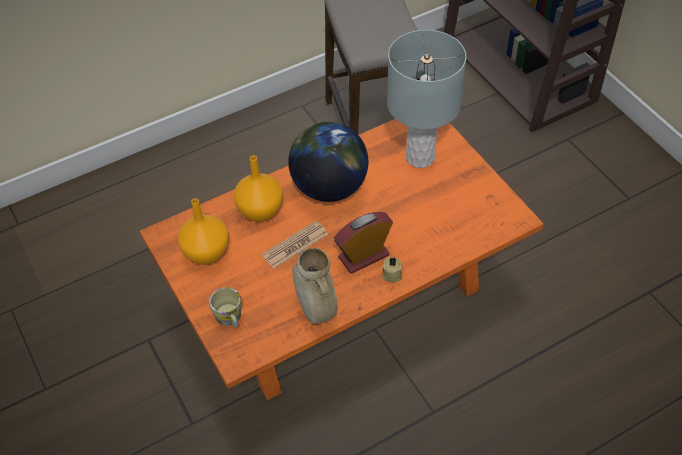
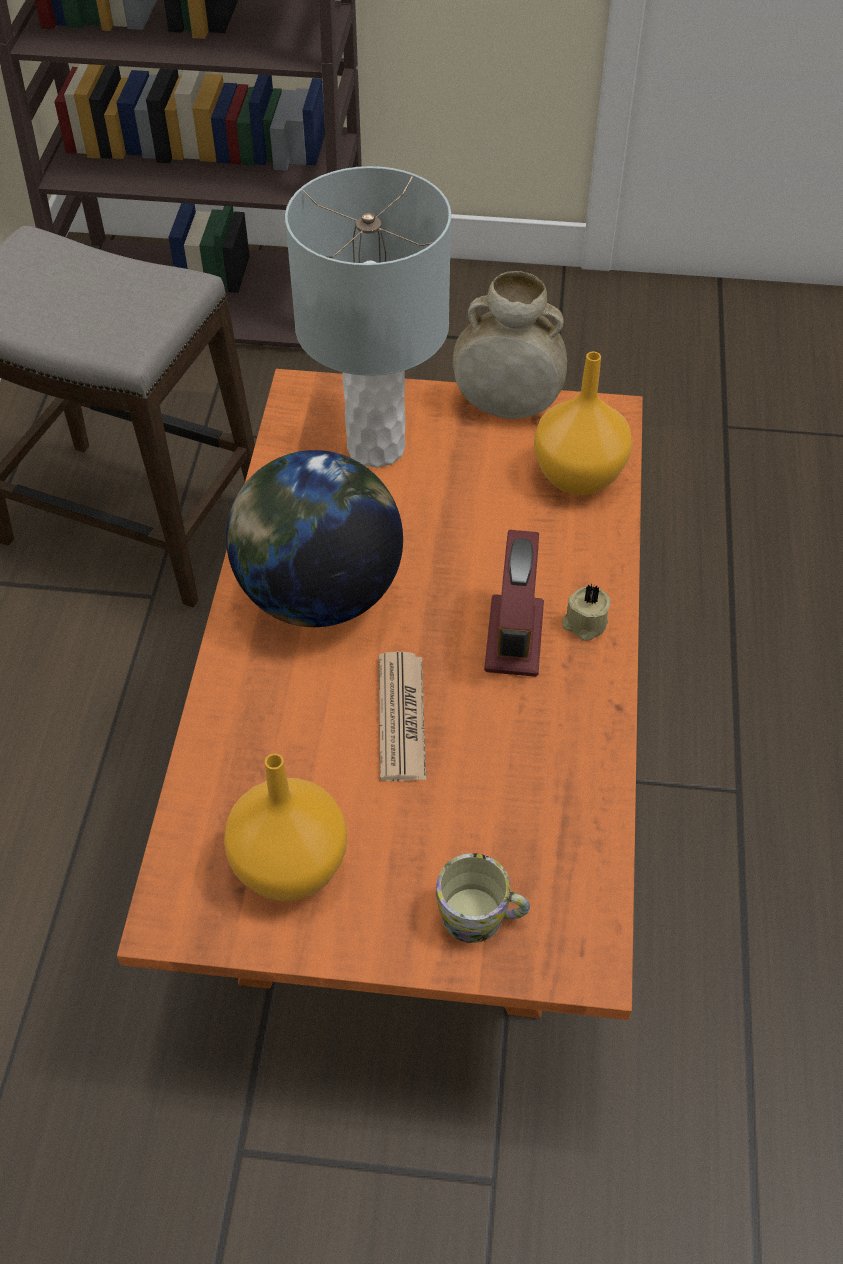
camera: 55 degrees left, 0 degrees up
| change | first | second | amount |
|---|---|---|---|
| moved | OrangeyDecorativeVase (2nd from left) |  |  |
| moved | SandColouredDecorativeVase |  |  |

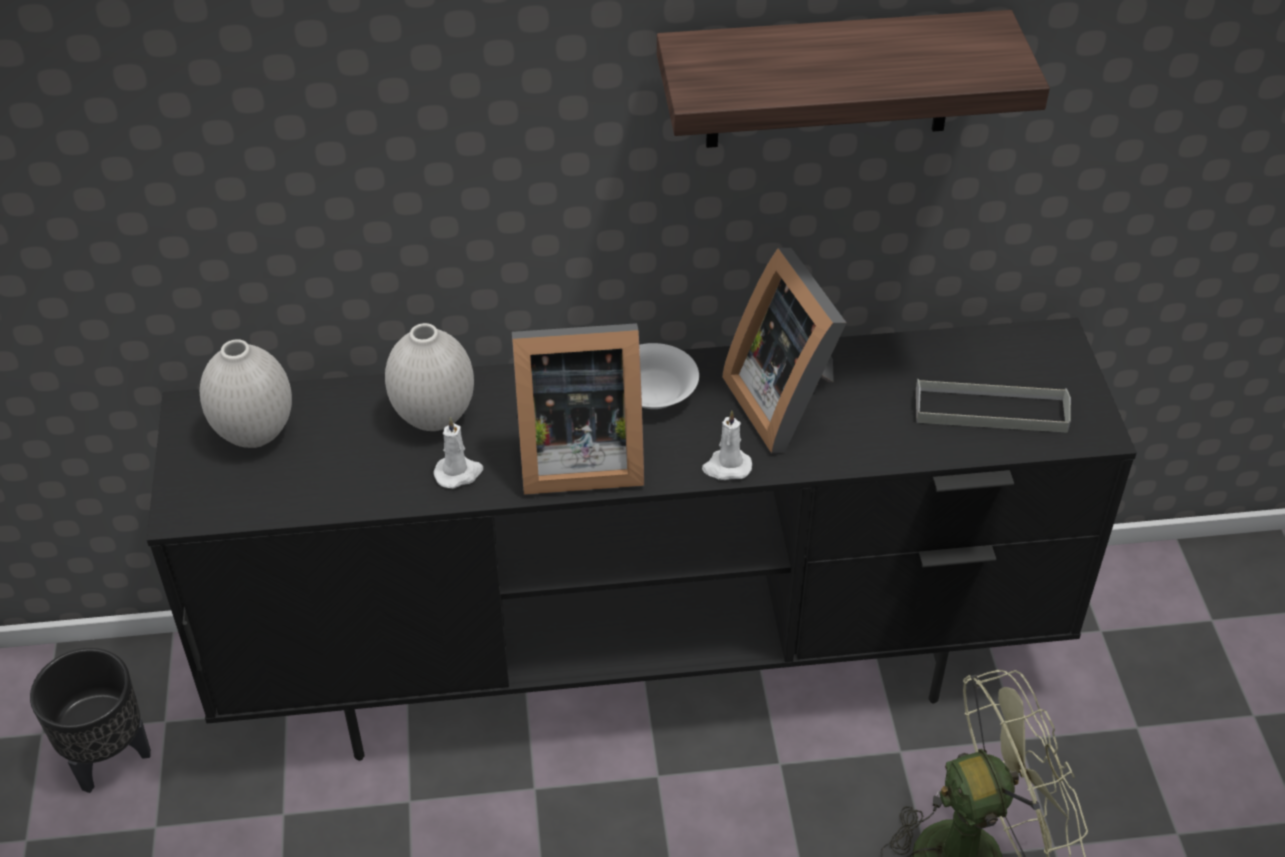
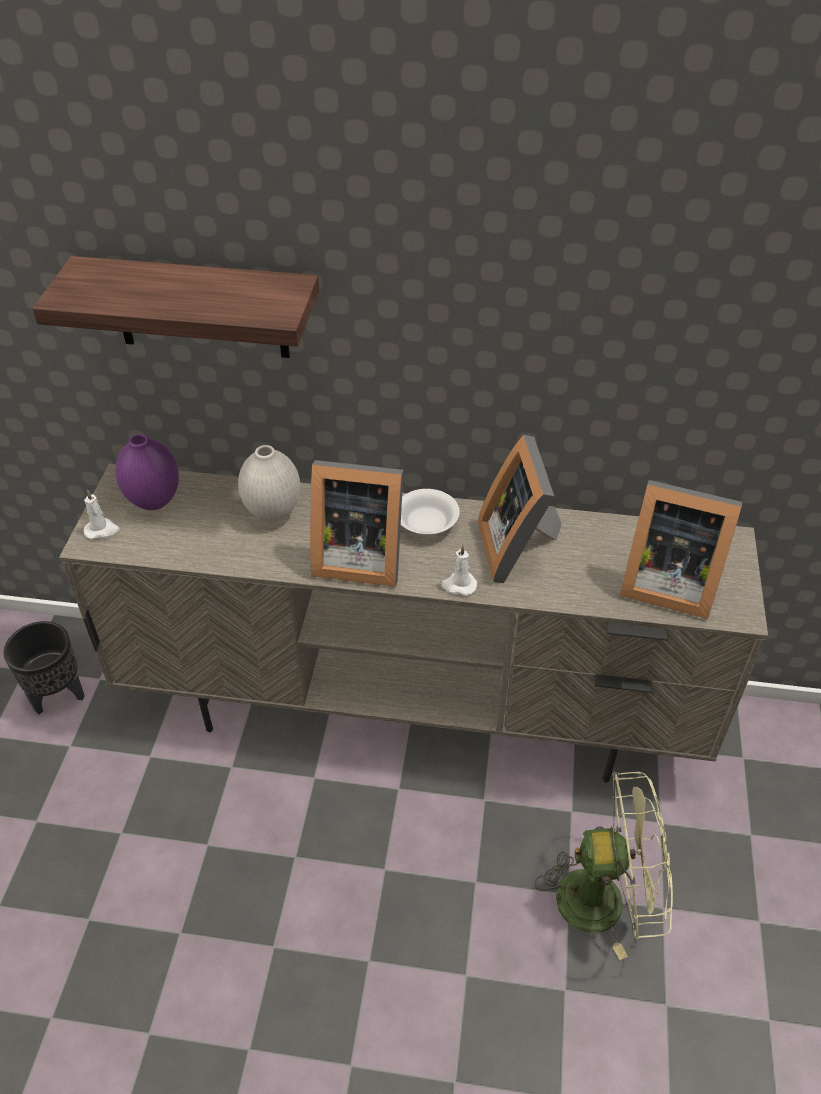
camera: 15 degrees right, 0 degrees up
| change | first | second | amount |
|---|---|---|---|
| moved | WhitishWaxCandle (1st from left) |  |  |
| moved | BracketShelf |  |  |
| replaced | GrayCarryingTray | PictureFrame (3rd from left) |  |
| recoloured | BlackColouredTvStand | SandColouredTvStand |  |
| recoloured | WhitishDecorativeVase (1st from left) | PurpleDecorativeVase |  |

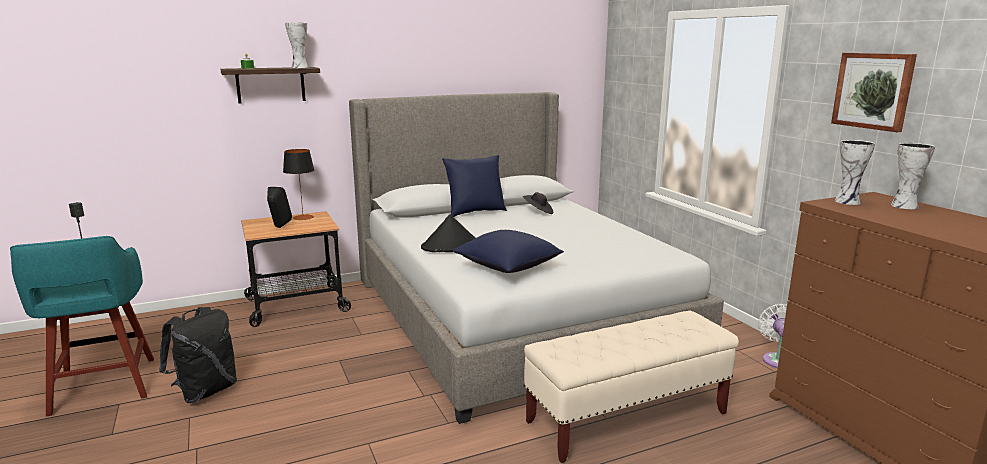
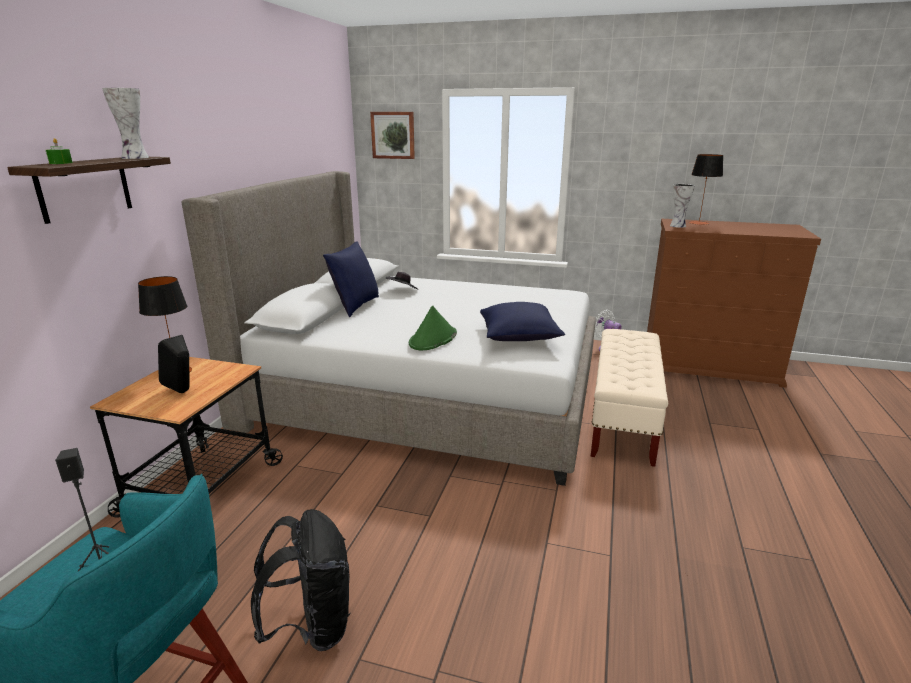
camera: 50 degrees left, 5 degrees up
| change | first | second | amount |
|---|---|---|---|
| moved | WallPicture |  |  |
| replaced | DecorativeVase (3rd from left) | TableLamp (2nd from left) |  |
| recoloured | BlackColouredHat (1st from left) | GreenColouredHat |  |

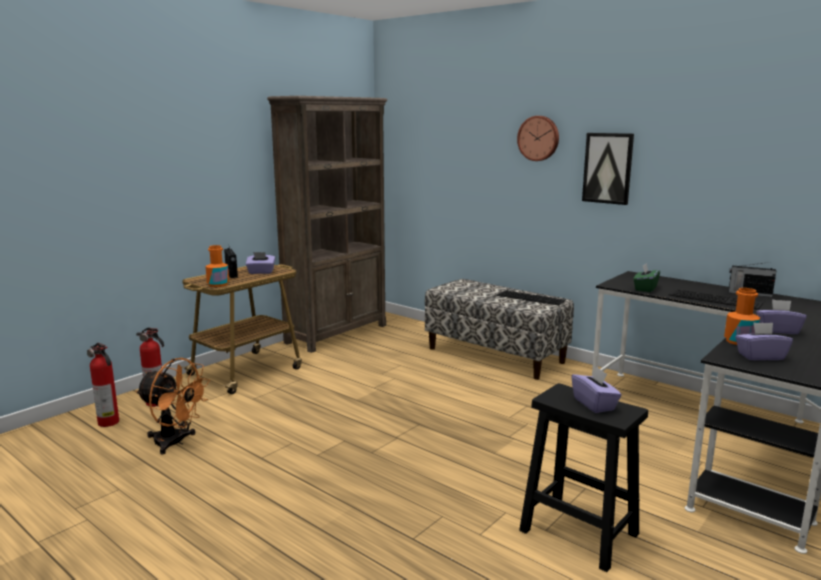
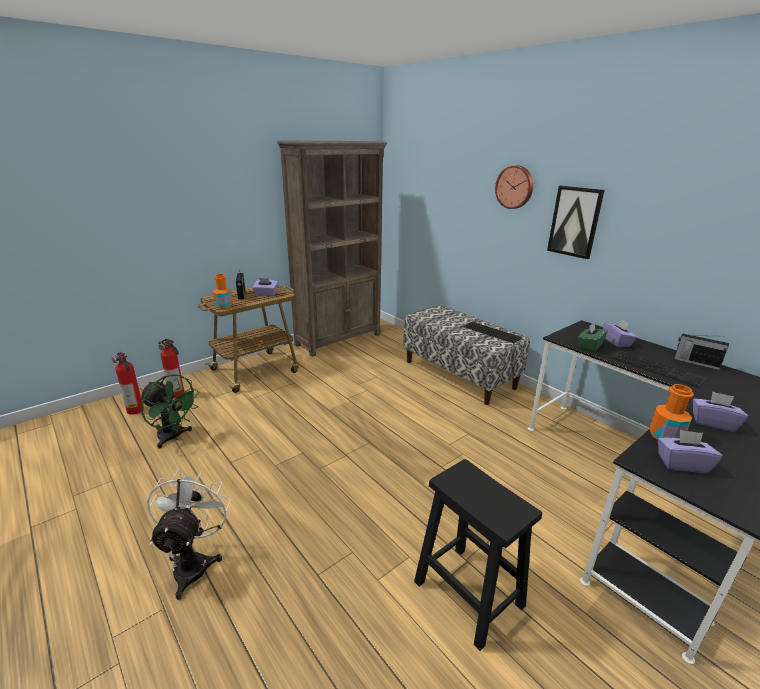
camera: 10 degrees right, 10 degrees up
| change | first | second | amount |
|---|---|---|---|
| added |  | WhitishFan |  |
| moved | PurpleTissueBox (2nd from left) |  |  |
| recoloured | OrangeyFan | GreenColouredFan |  |

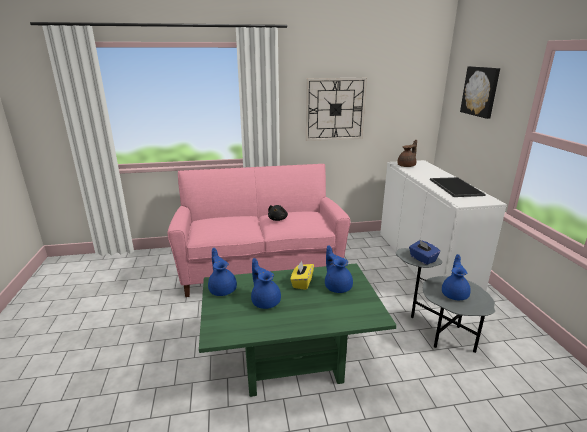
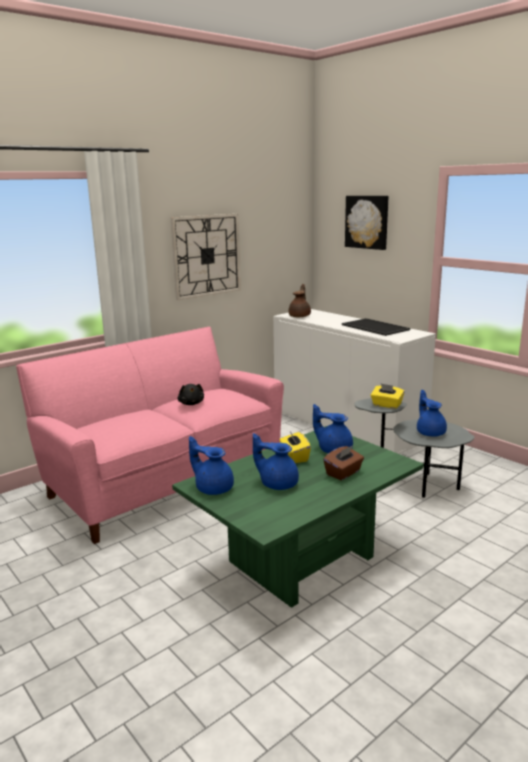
camera: 30 degrees left, 5 degrees down
| change | first | second | amount |
|---|---|---|---|
| added |  | BrownTissueBox |  |
| recoloured | BluishTissueBox | YellowishTissueBox (2nd from left) |  |

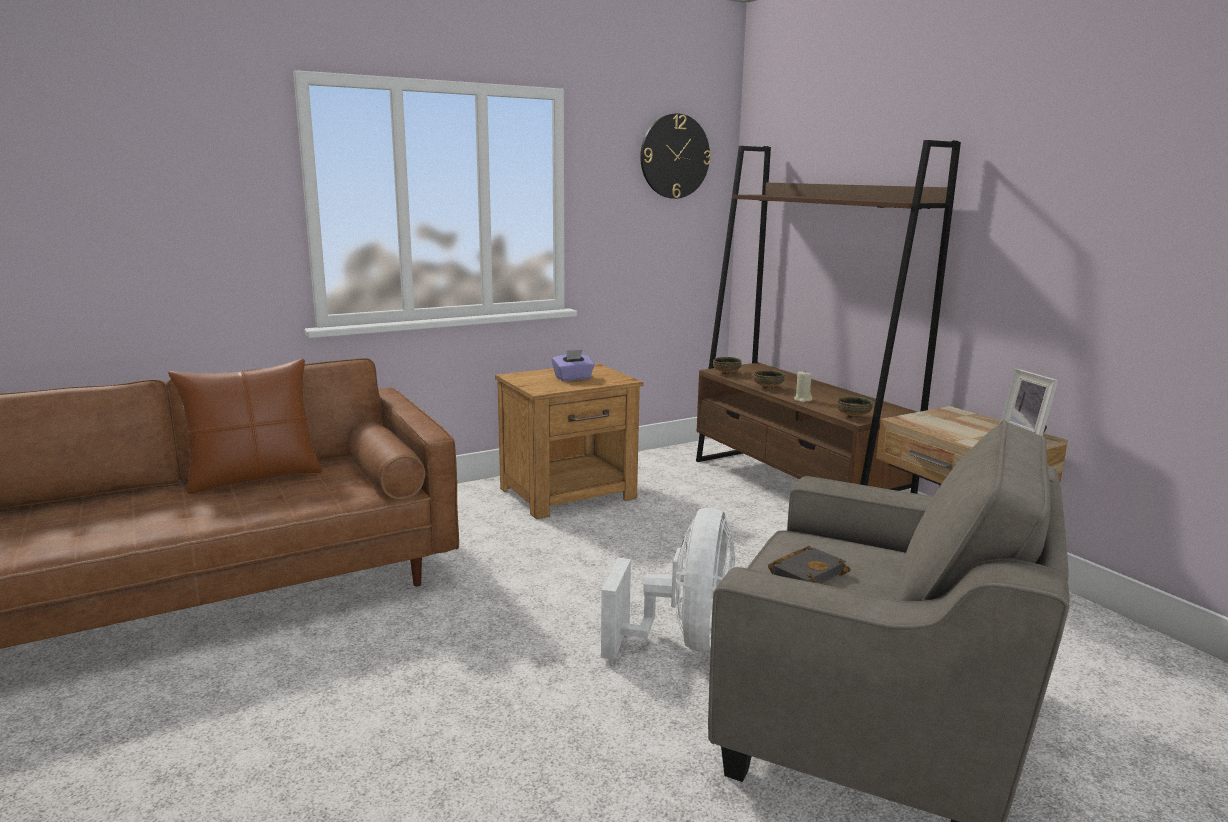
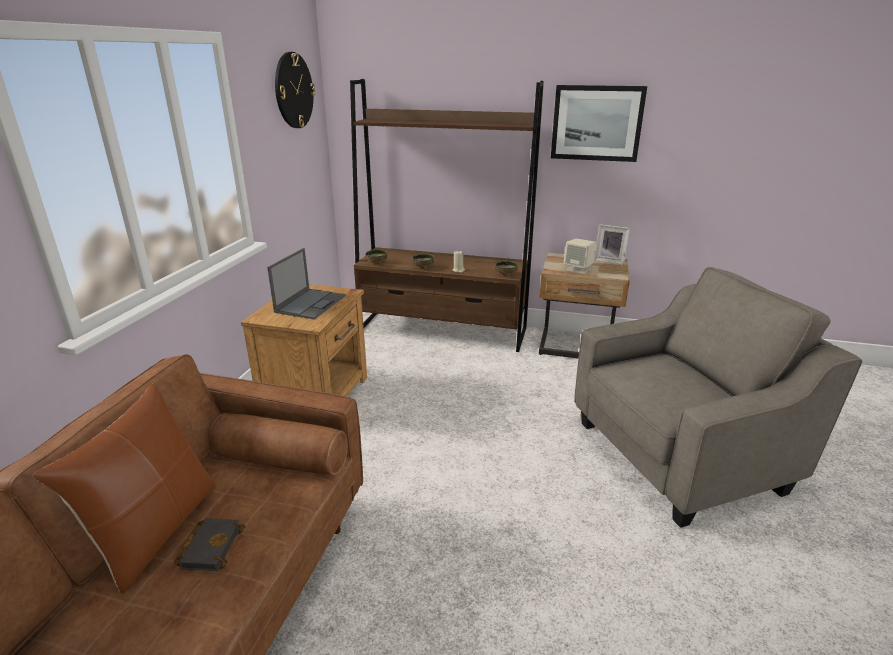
camera: 45 degrees left, 10 degrees up
| change | first | second | amount |
|---|---|---|---|
| removed | WhitishFan |  |  |
| added |  | WallPicture |  |
| added |  | SandColouredAudioSpeaker |  |
| moved | BlackColouredVolume |  |  |
| replaced | PurpleTissueBox | NotebookComputer |  |

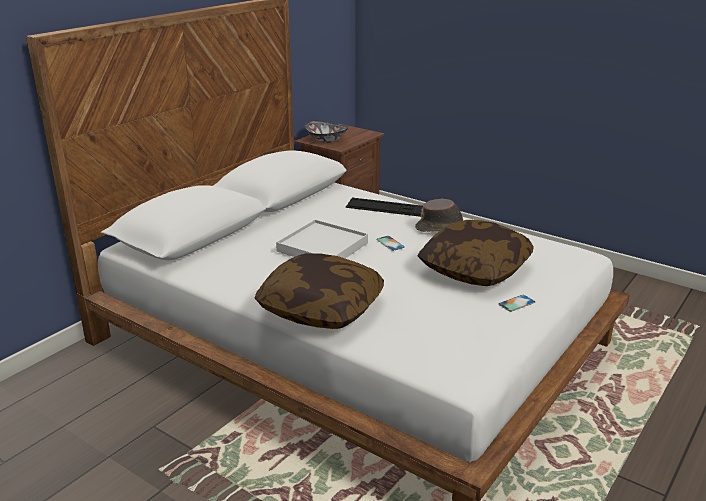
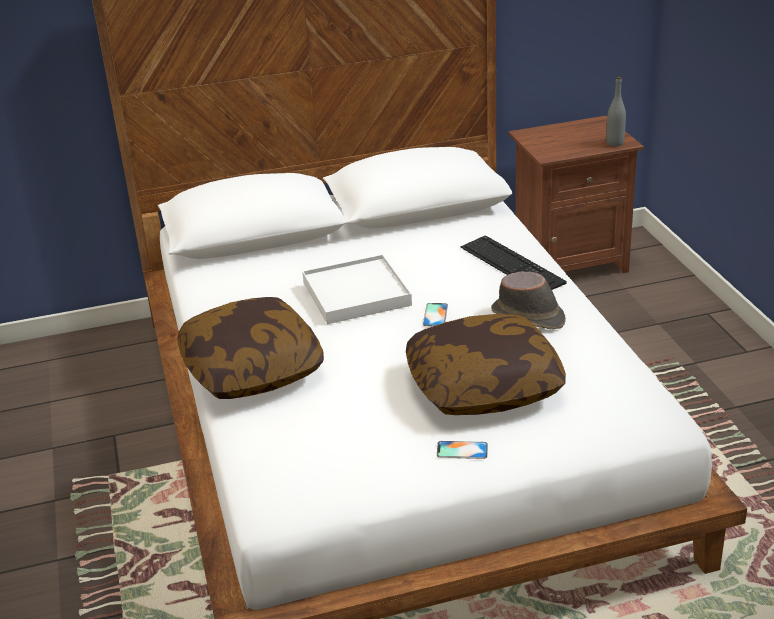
camera: 40 degrees right, 5 degrees up
| change | first | second | amount |
|---|---|---|---|
| removed | DeepDish |  |  |
| added |  | GrayBeverageBottle |  |

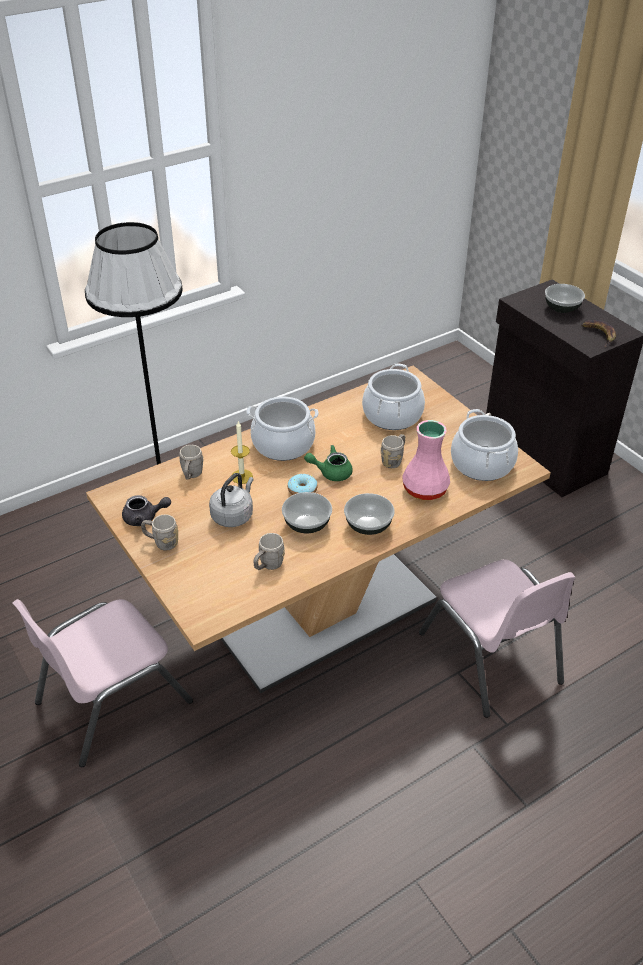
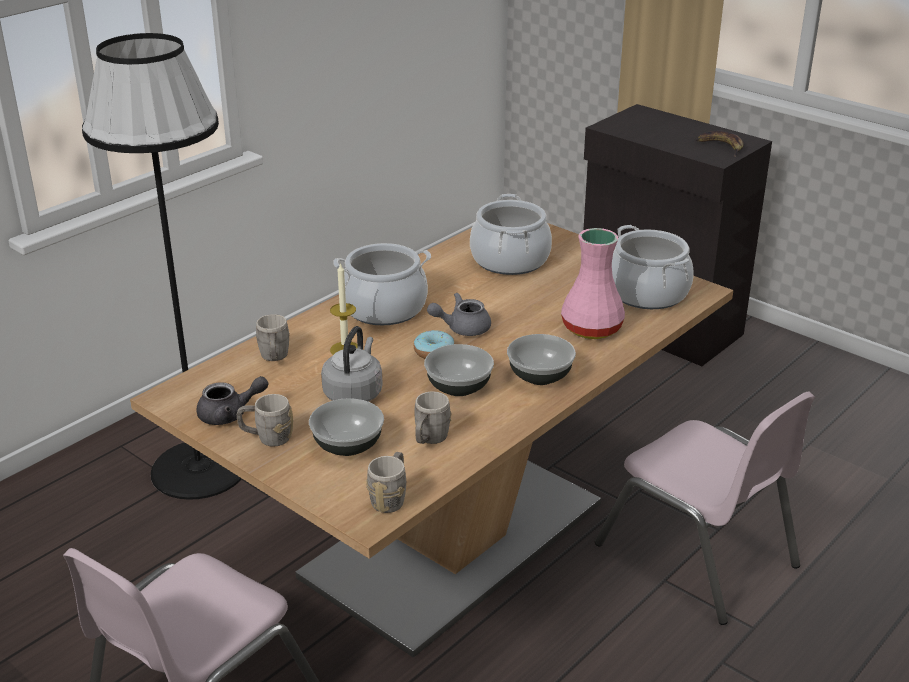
camera: 15 degrees left, 10 degrees down
| change | first | second | amount |
|---|---|---|---|
| moved | GrayMug (4th from left in the first image) | GrayMug (3rd from left) |  |
| moved | DeepDish (3rd from left in the first image) | DeepDish (1st from left) |  |
| recoloured | GreenColouredPotForTea | GrayPotForTea (2nd from left) |  |

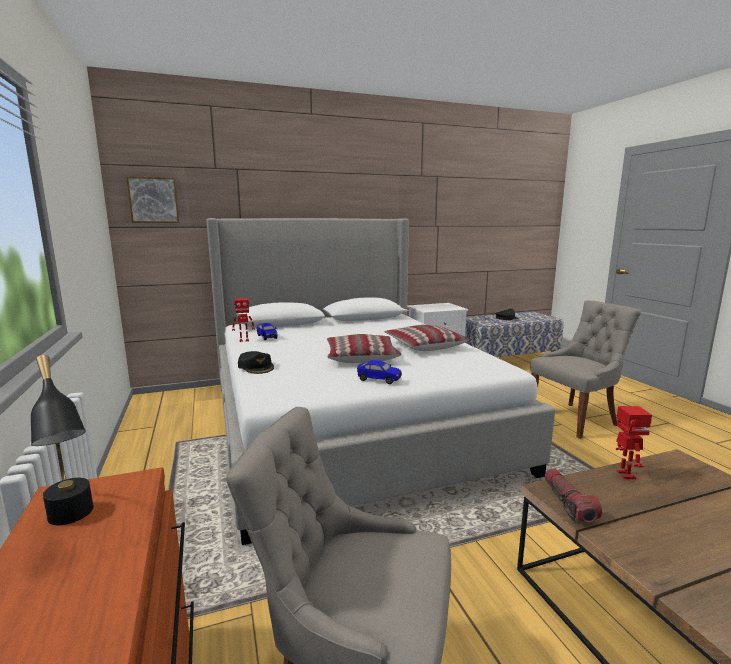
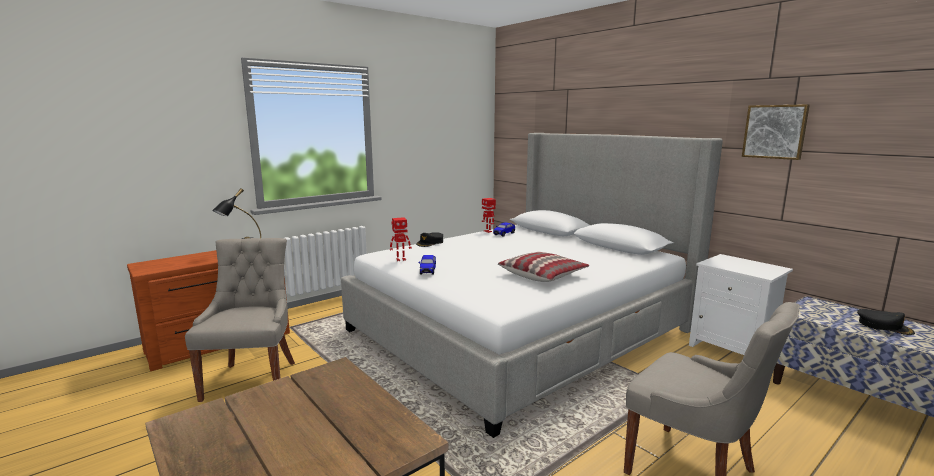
camera: 70 degrees right, 0 degrees up
| change | first | second | amount |
|---|---|---|---|
| removed | ThrowPillow (1st from left) |  |  |
| removed | Torch |  |  |
| moved | WallPicture |  |  |
| moved | ToyRobot (2nd from left in the first image) | ToyRobot (1st from left) |  |

